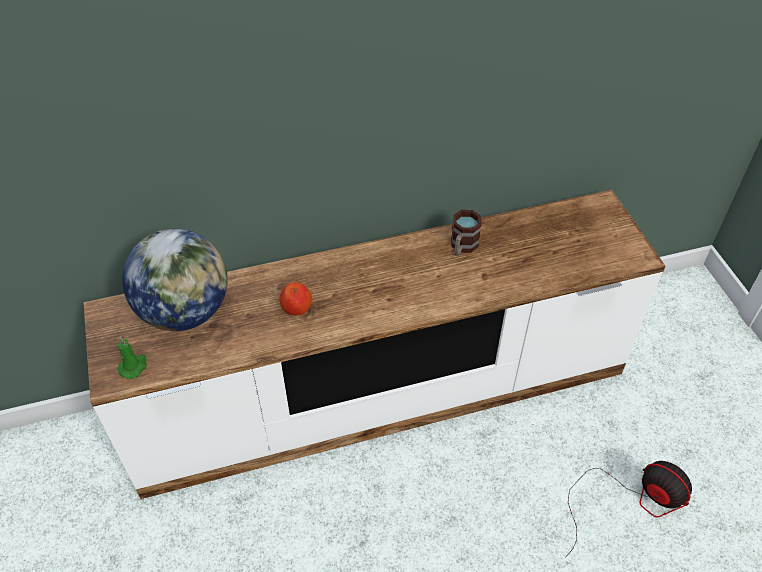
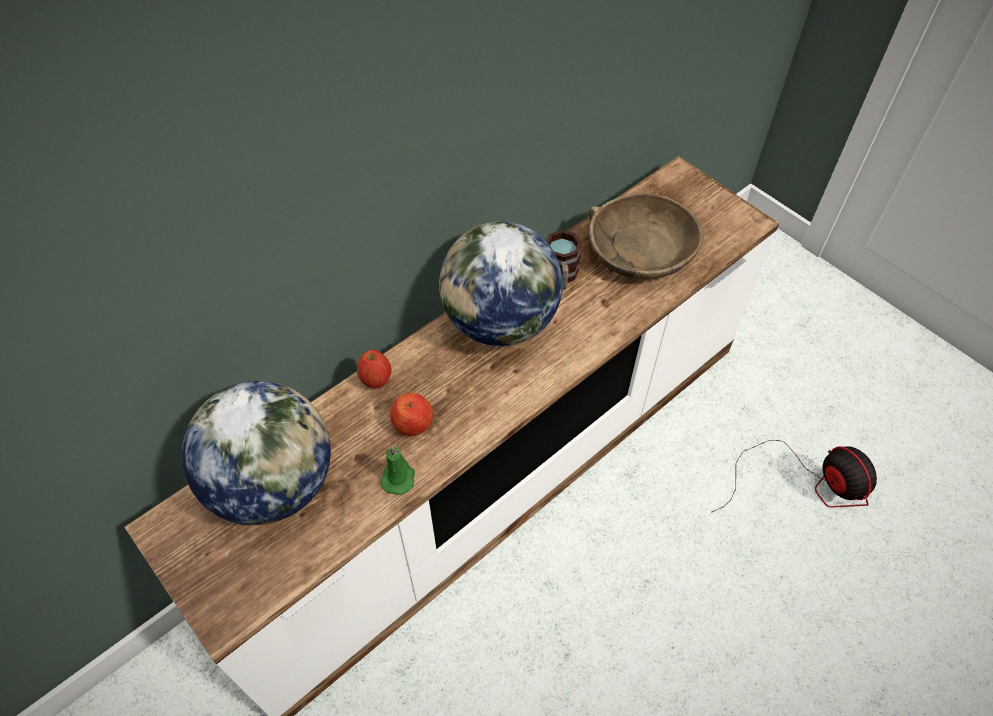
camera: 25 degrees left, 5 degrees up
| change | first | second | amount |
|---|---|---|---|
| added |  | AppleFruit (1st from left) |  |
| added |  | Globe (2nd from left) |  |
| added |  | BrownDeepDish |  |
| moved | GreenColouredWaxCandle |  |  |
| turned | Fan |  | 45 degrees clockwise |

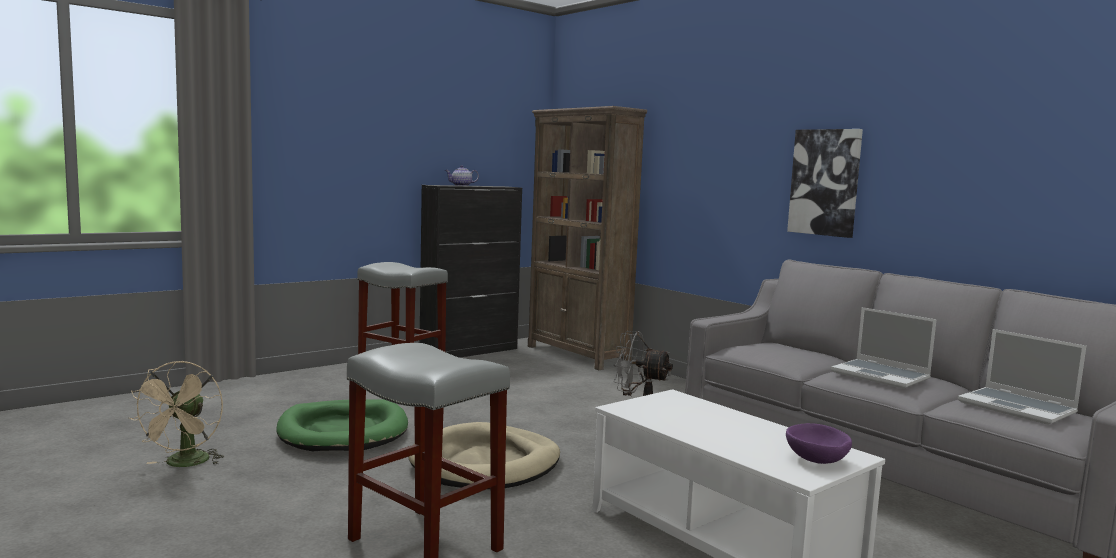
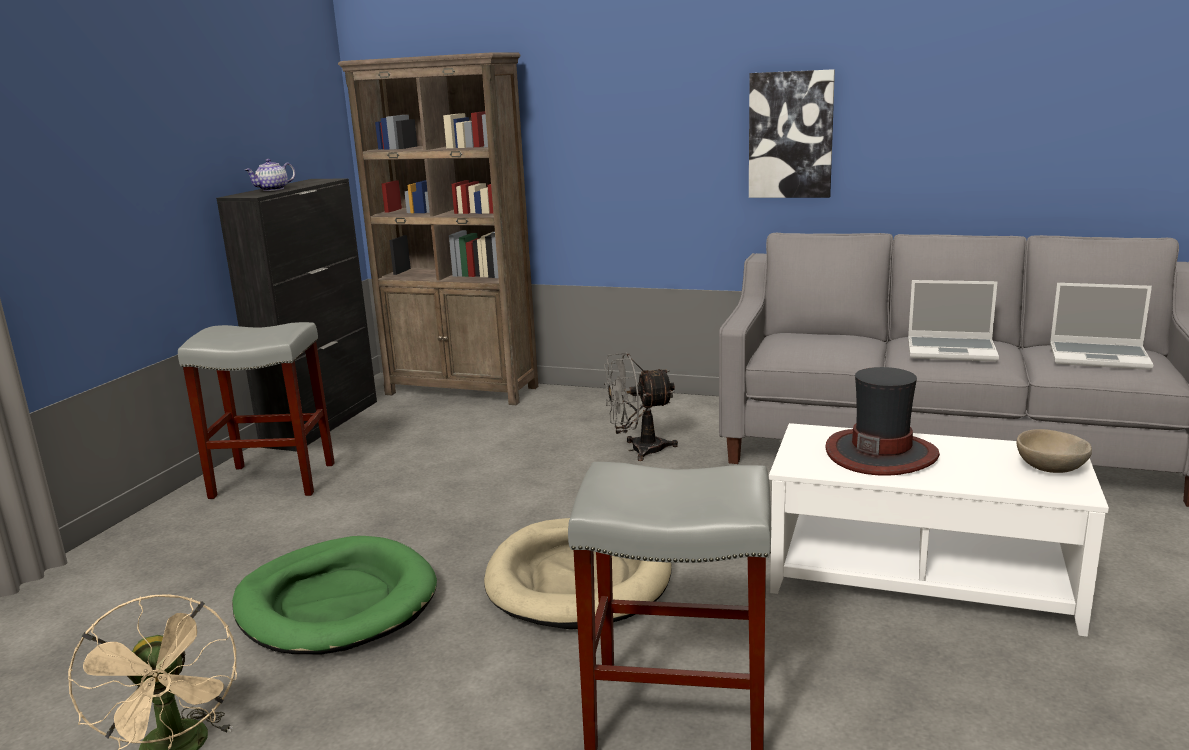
camera: 30 degrees left, 10 degrees up
| change | first | second | amount |
|---|---|---|---|
| added |  | Hat |  |
| recoloured | PurpleDeepDish | SandColouredDeepDish |  |

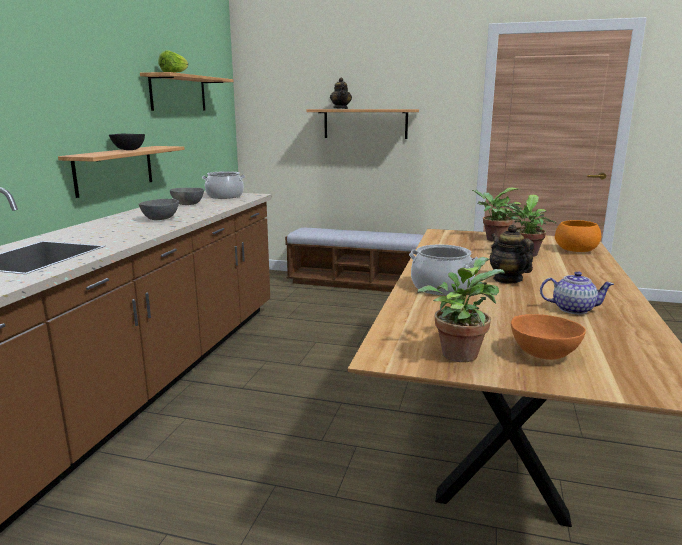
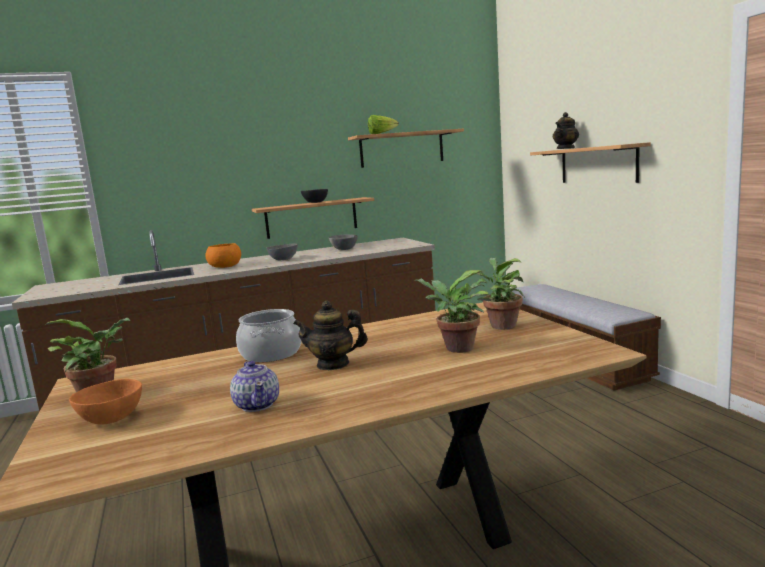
camera: 55 degrees right, 5 degrees down
| change | first | second | amount |
|---|---|---|---|
| removed | Stockpot (1st from left) |  |  |
| moved | OrangeyDeepDish (2nd from left) |  |  |
| turned | PotForTea (2nd from left) |  | 120 degrees counterclockwise |

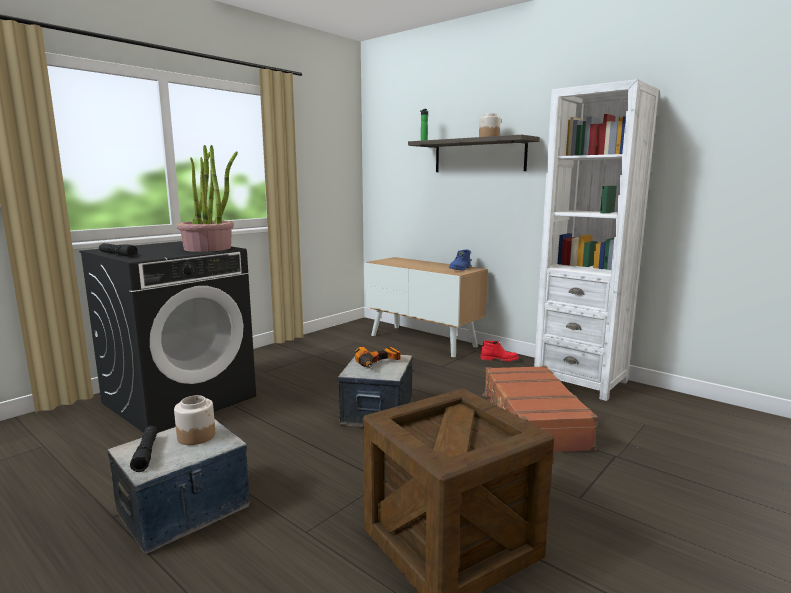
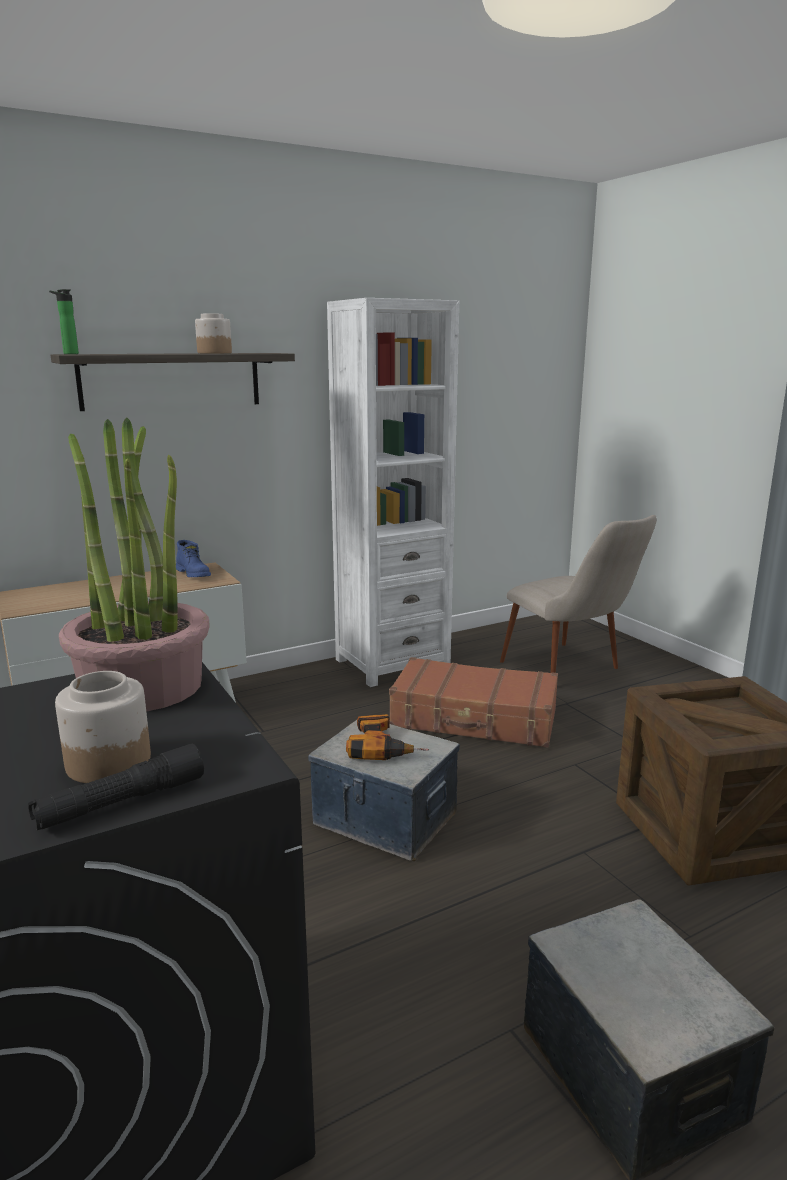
camera: 70 degrees left, 5 degrees up
| change | first | second | amount |
|---|---|---|---|
| removed | BlackColouredTorch (2nd from left) |  |  |
| removed | RedColouredHighTopBoot |  |  |
| added |  | SandColouredChair |  |
| moved | PreserveJar (1st from left) |  |  |

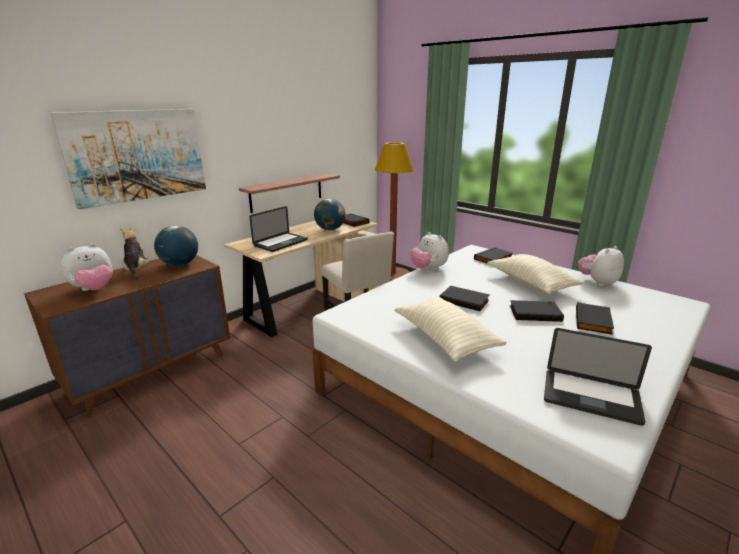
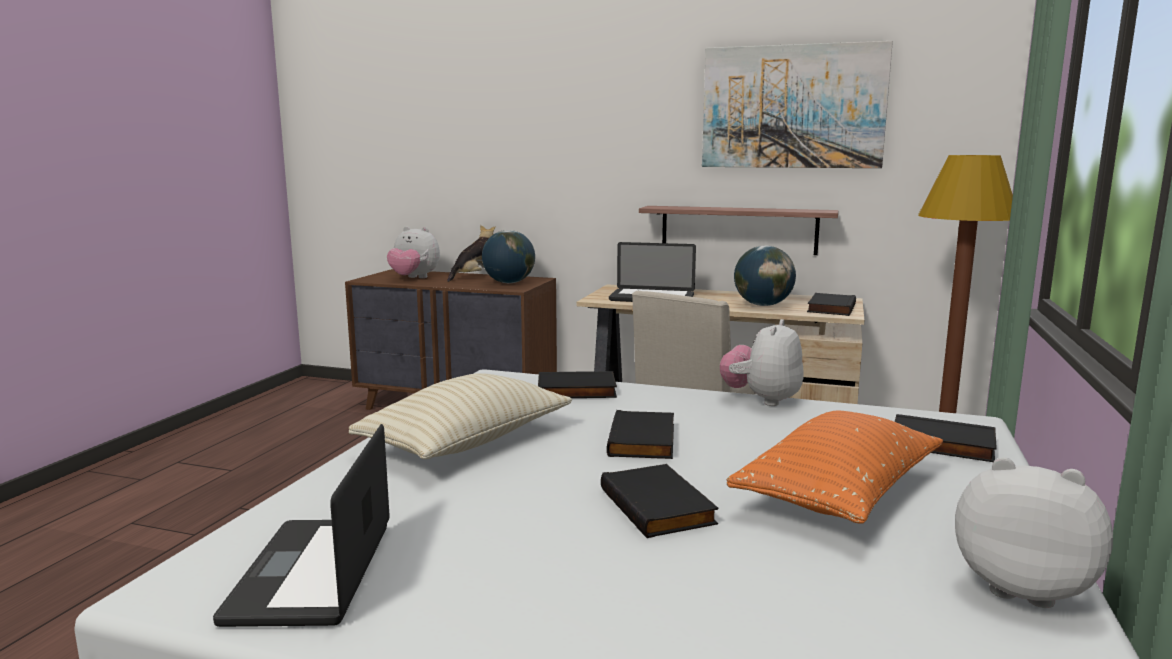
camera: 65 degrees right, 10 degrees down
| change | first | second | amount |
|---|---|---|---|
| moved | WallPicture |  |  |
| moved | BlackColouredVolume (5th from left in the first image) | BlackColouredVolume (1st from left) |  |
| recoloured | SandColouredThrowPillow (2nd from left) | OrangeyThrowPillow |  |

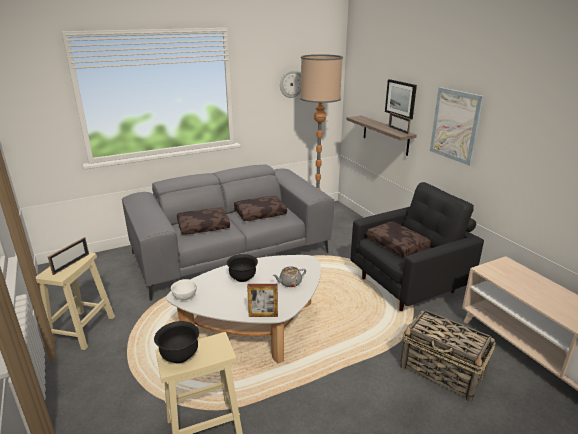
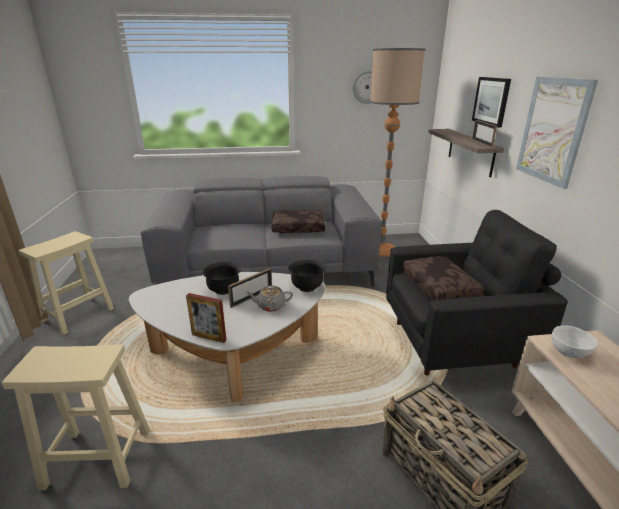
camera: 20 degrees right, 0 degrees up
| change | first | second | amount |
|---|---|---|---|
| removed | BrownThrowPillow (1st from left) |  |  |
| moved | PictureFrame (1st from left in the first image) | PictureFrame (2nd from left) |  |
| moved | BlackColouredDeepDish (1st from left in the first image) | BlackColouredDeepDish (2nd from left) |  |
| moved | WhitishDeepDish |  |  |

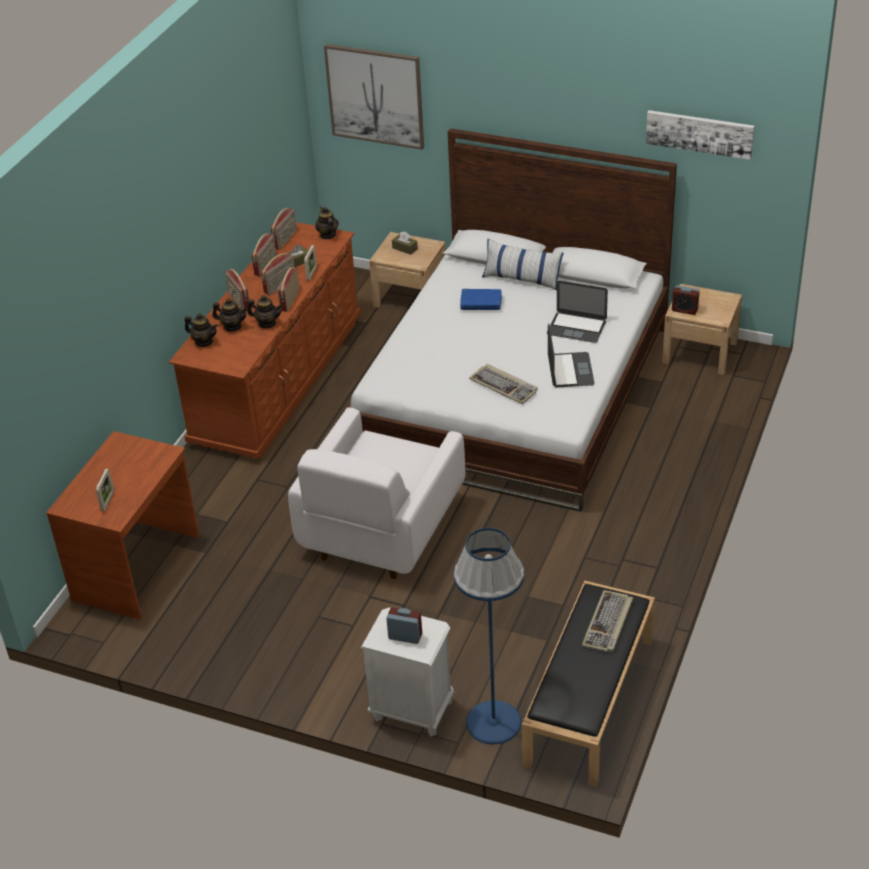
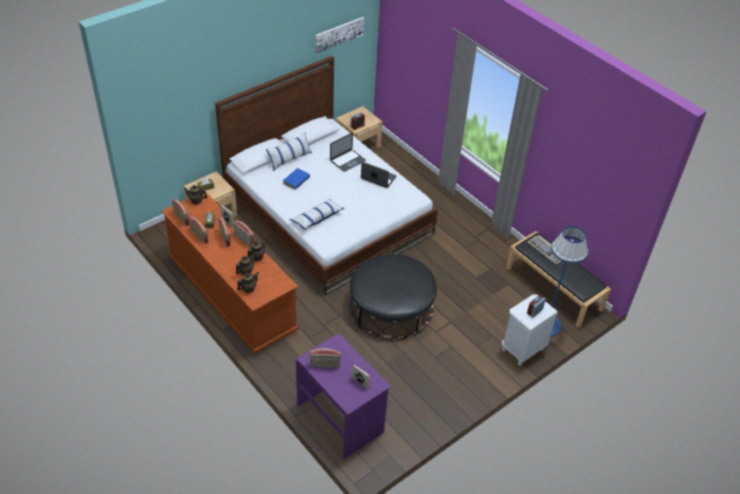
camera: 65 degrees left, 5 degrees up
| change | first | second | amount |
|---|---|---|---|
| removed | WallPicture (1st from left) |  |  |
| removed | PcKeyboard (1st from left) |  |  |
| added |  | ThrowPillow (2nd from left) |  |
| moved | RadioReceiver (1st from left in the first image) | RadioReceiver (5th from left) |  |
| replaced | WhitishArmchair | BlackColouredPouffe |  |
| recoloured | BrownDeskUnit | PurpleDeskUnit |  |

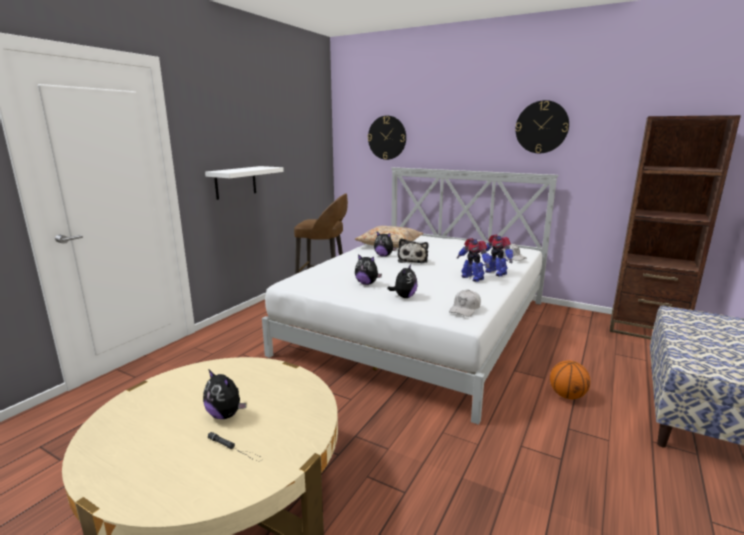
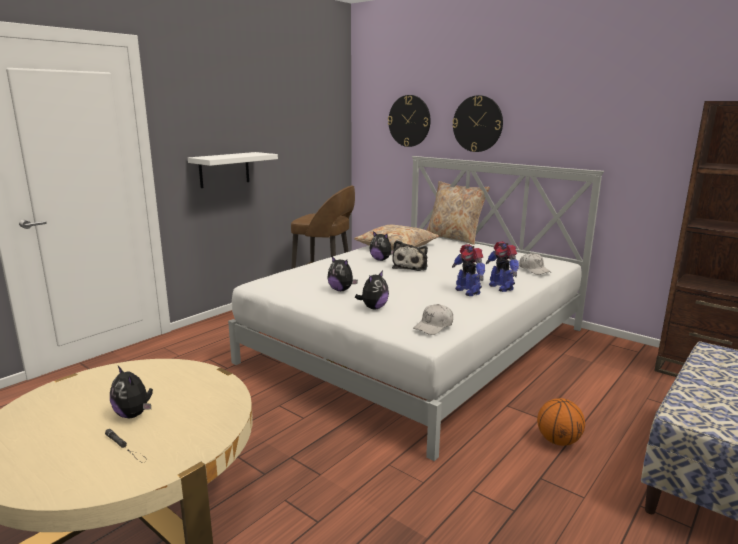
camera: 10 degrees right, 0 degrees up
| change | first | second | amount |
|---|---|---|---|
| added |  | SandColouredThrowPillow (2nd from left) |  |
| moved | WallClock (2nd from left) |  |  |

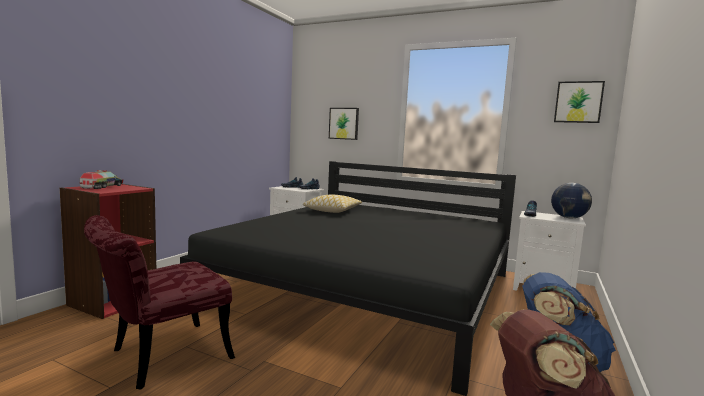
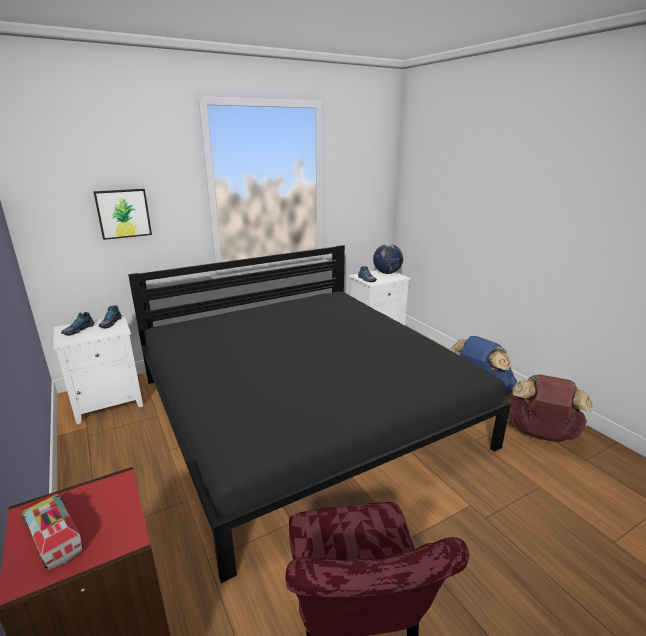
camera: 55 degrees left, 15 degrees up
| change | first | second | amount |
|---|---|---|---|
| removed | ThrowPillow |  |  |
| removed | WallPicture (2nd from left) |  |  |

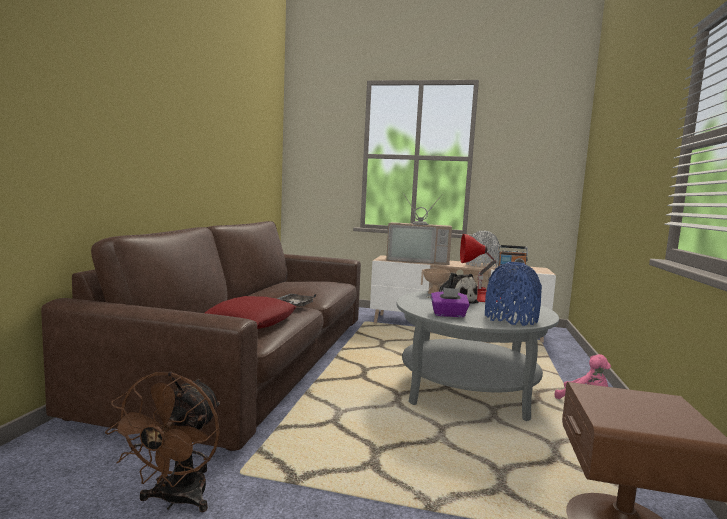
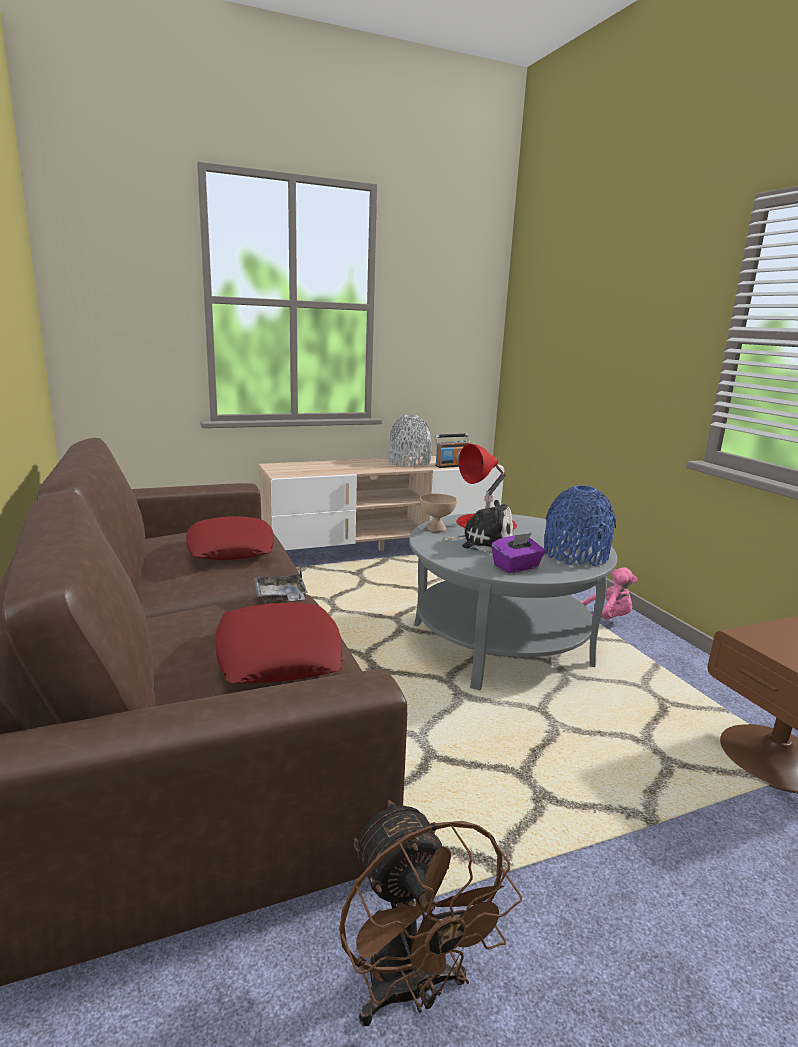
camera: 35 degrees left, 10 degrees up
| change | first | second | amount |
|---|---|---|---|
| removed | TvSet |  |  |
| added |  | RedColouredThrowPillow (1st from left) |  |

